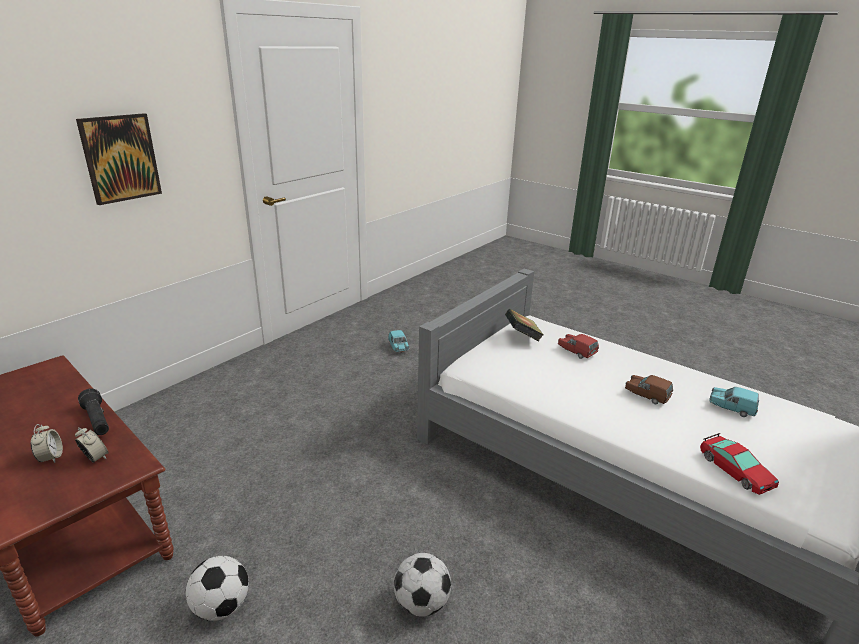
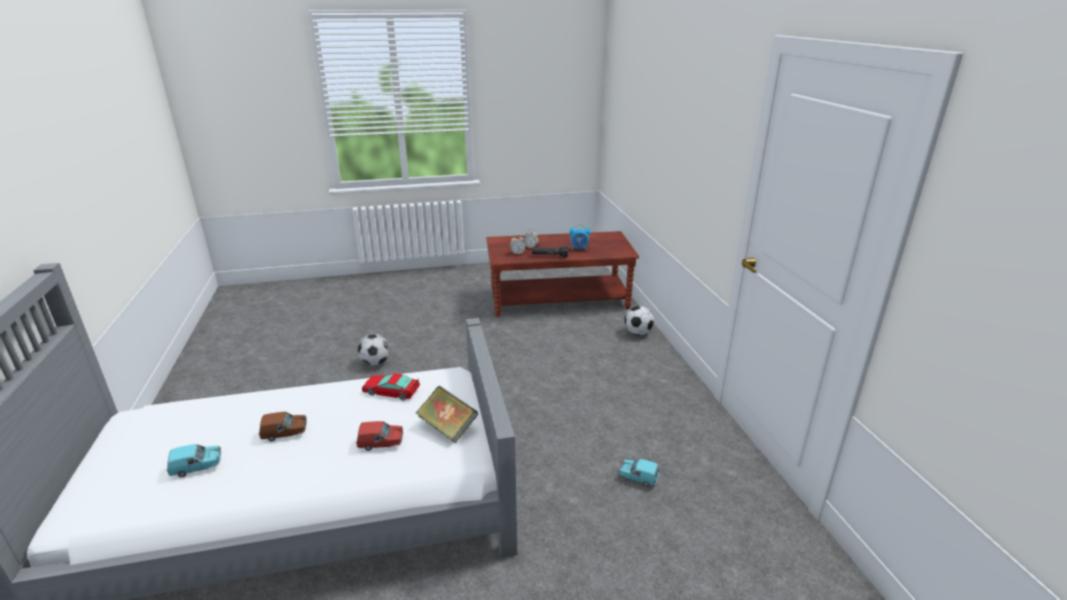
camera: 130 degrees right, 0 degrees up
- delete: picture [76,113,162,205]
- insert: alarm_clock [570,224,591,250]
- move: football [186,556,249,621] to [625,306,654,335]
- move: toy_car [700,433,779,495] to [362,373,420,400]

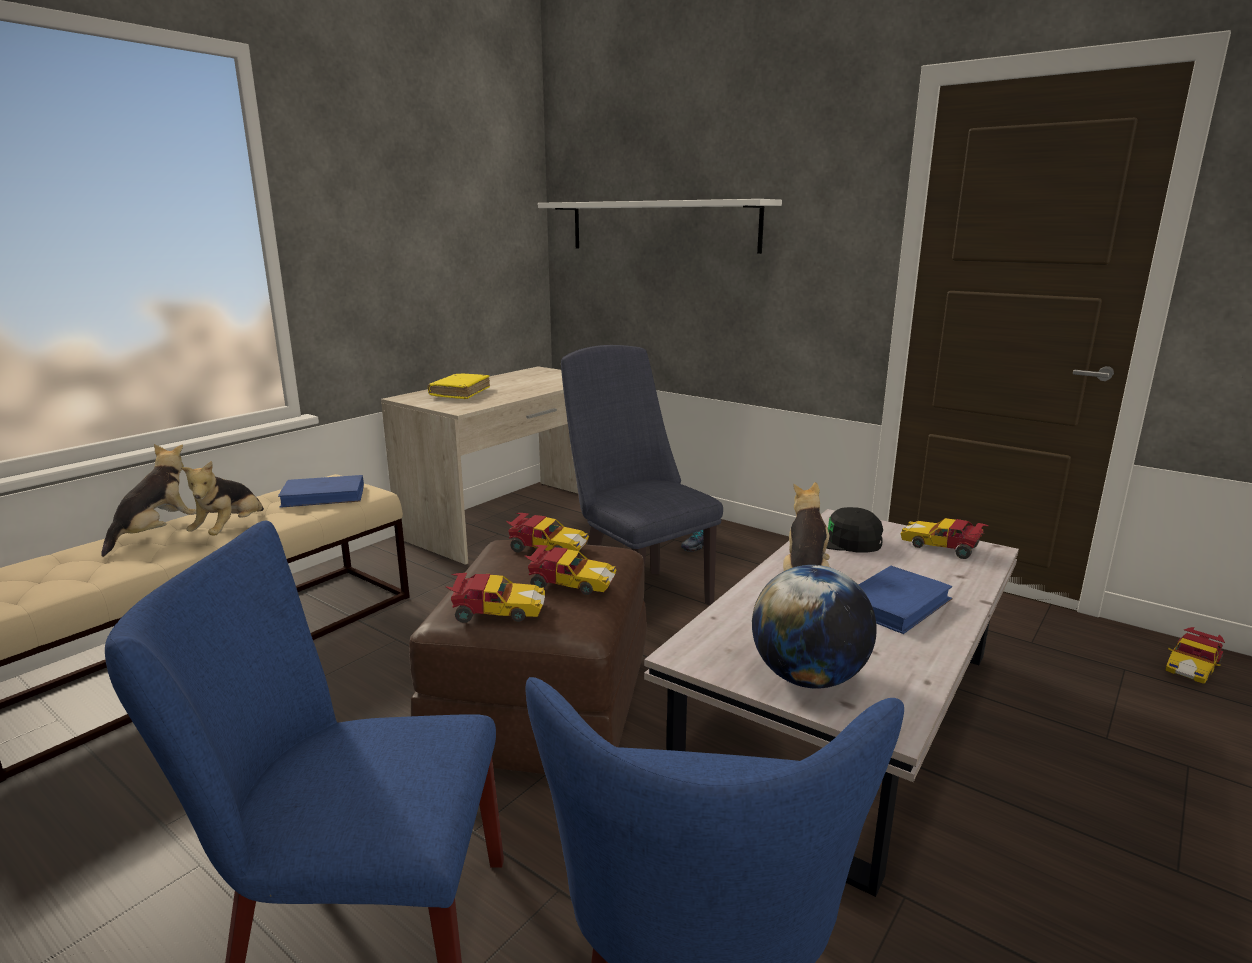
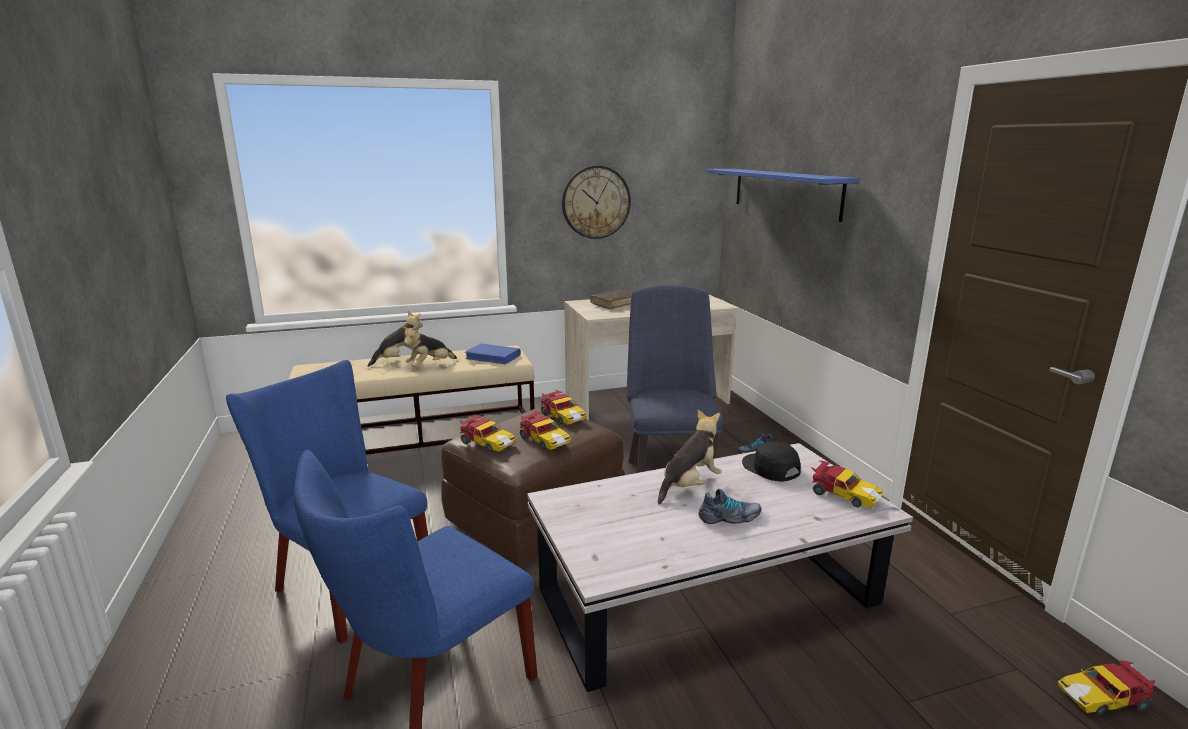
camera: 35 degrees right, 0 degrees up
- delete: globe [752,565,877,689]
- insert: wall_clock [562,165,631,239]
- replace: blue_book [859,566,953,634] to shoe [698,489,761,524]
- recolor: yellow_book [428,374,490,399] to brown_book [590,290,632,309]
- recolor: white_shelf [538,199,782,254] to blue_shelf [707,169,858,222]
- rotate: toy_car [900,518,988,559] = [811,460,883,508] 150 degrees clockwise

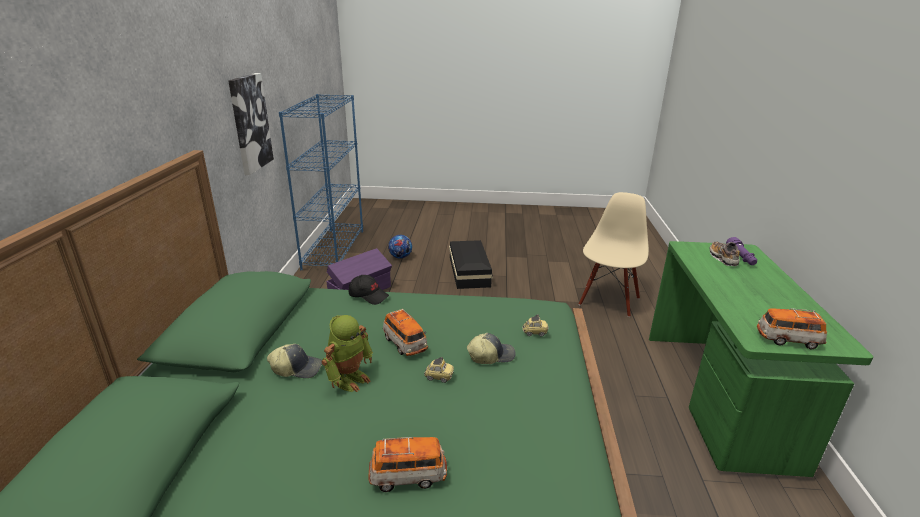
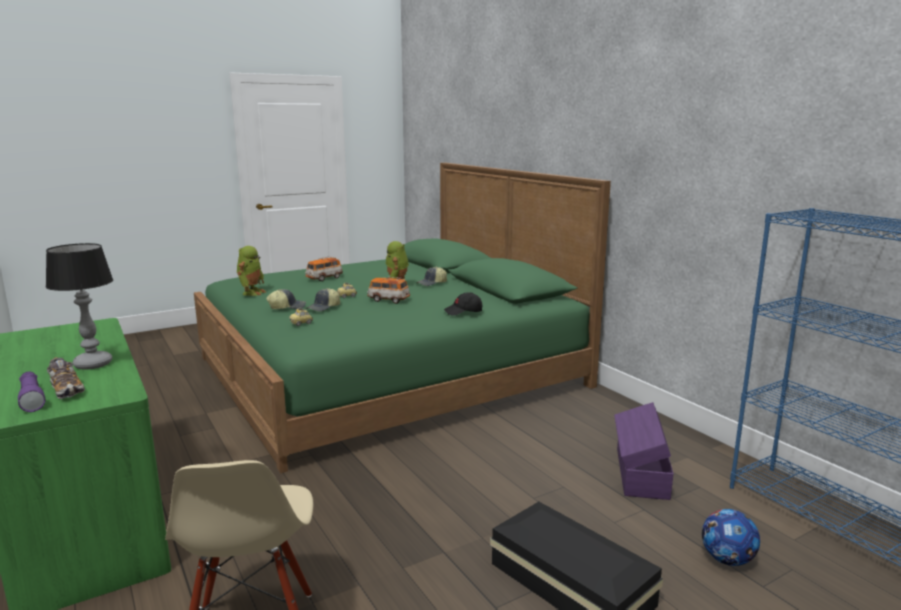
camera: 145 degrees right, 10 degrees down
- delete: picture [228,73,274,175]
- delete: toy_car [757,308,827,349]
- insert: table_lamp [45,243,113,370]
- insert: toy_robot [237,246,266,296]
- insert: cap [266,289,306,309]

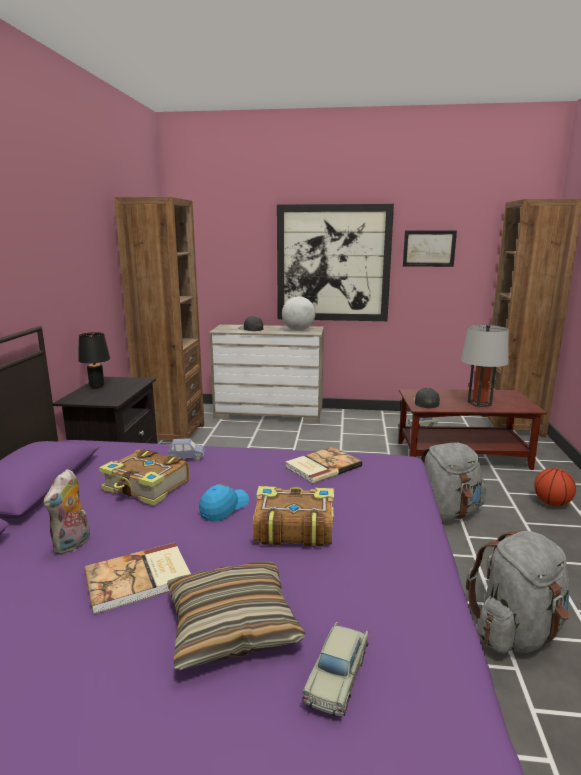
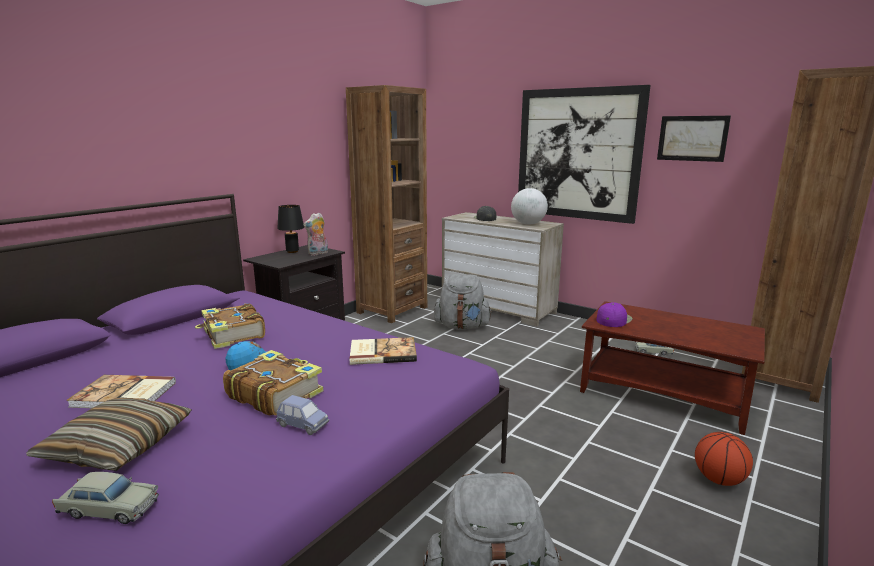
camera: 30 degrees right, 0 degrees up
- delete: grey_table_lamp [461,324,509,407]
- move: plush_toy [43,469,90,555] to [303,212,328,255]
- move: blue_toy_car [168,438,205,461] to [276,395,329,435]
- move: grey_backpack [421,442,486,521] to [434,274,492,330]
- recolor: black_cap [414,388,440,408] to purple_cap [596,302,632,327]
- rotate: beige_toy_car [302,622,368,716] = [52,472,159,524] 135 degrees counterclockwise

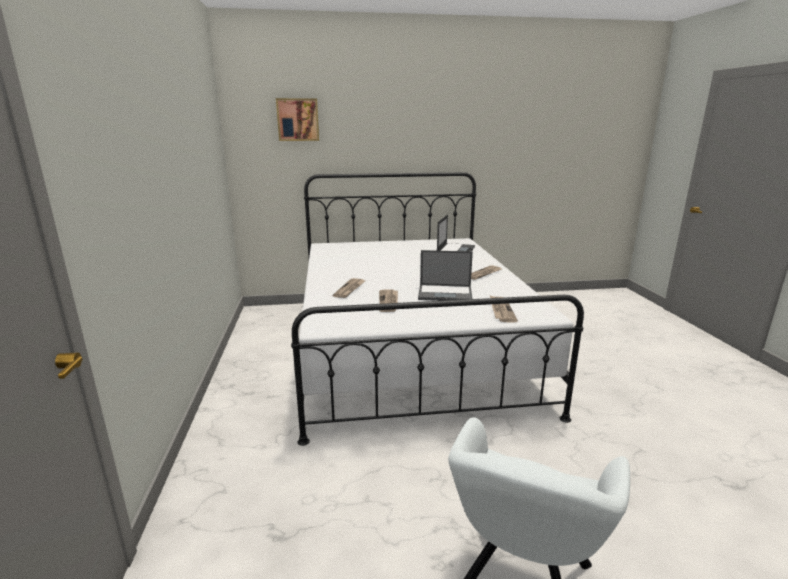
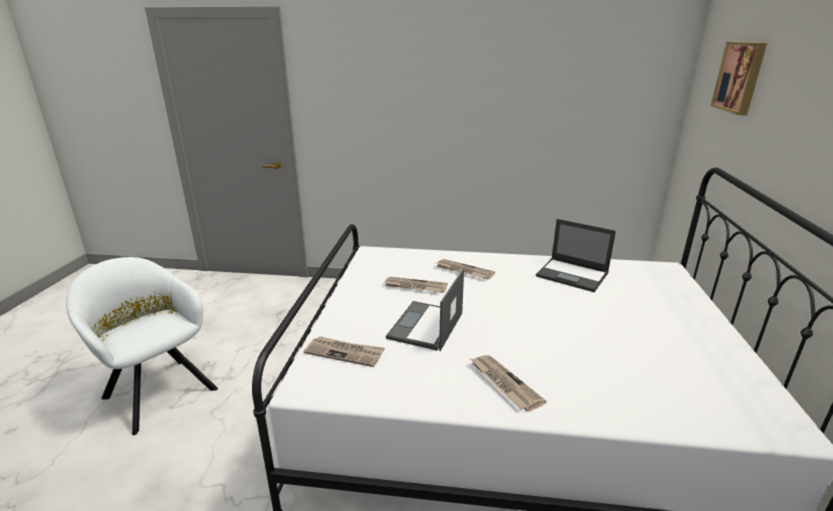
camera: 105 degrees right, 5 degrees up
- move: laptop [437,215,475,252] to [536,219,616,292]

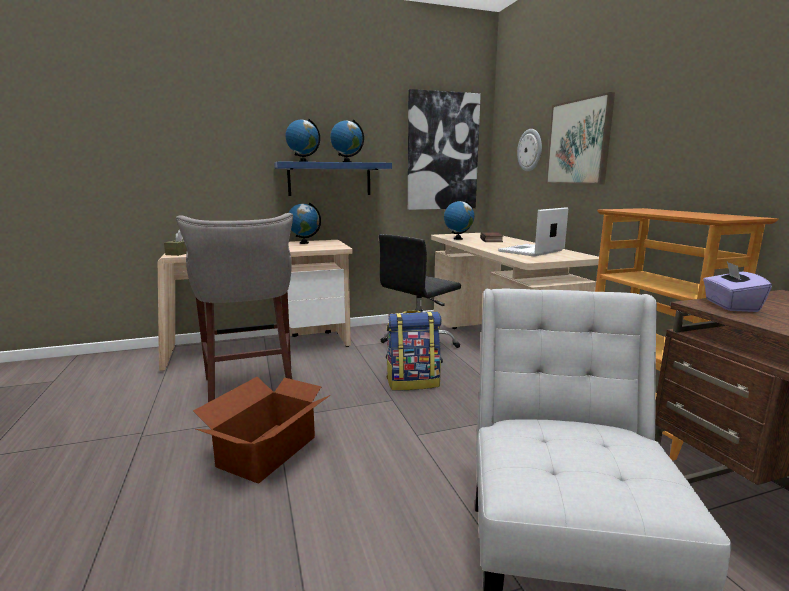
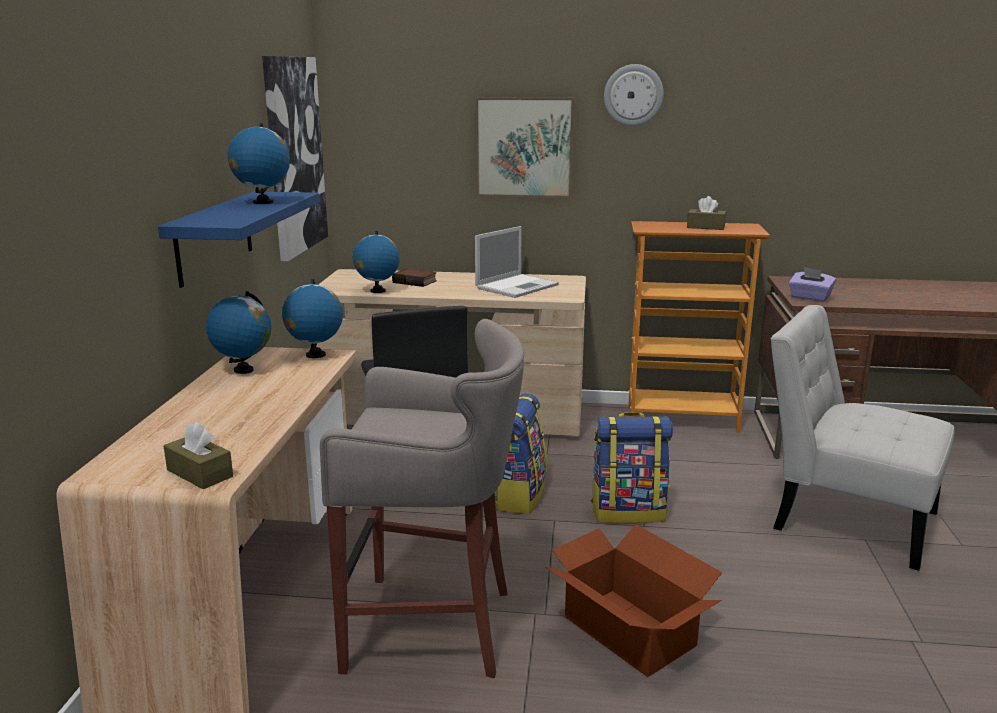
camera: 65 degrees left, 5 degrees up
- insert: backpack [591,412,673,523]
- insert: brown_tissue_box [687,196,726,230]
- move: globe [286,119,320,162] to [282,279,343,358]
- move: wall_clock [517,129,542,171] to [604,64,664,126]
- rotate: laptop [498,207,568,256] = [475,226,559,298] 120 degrees counterclockwise

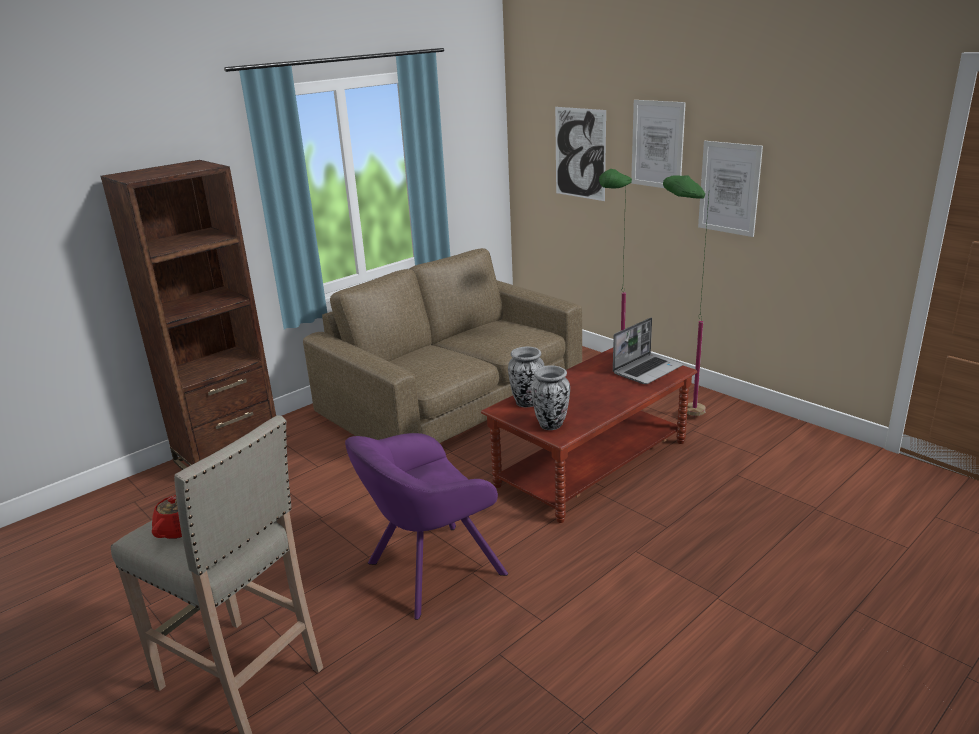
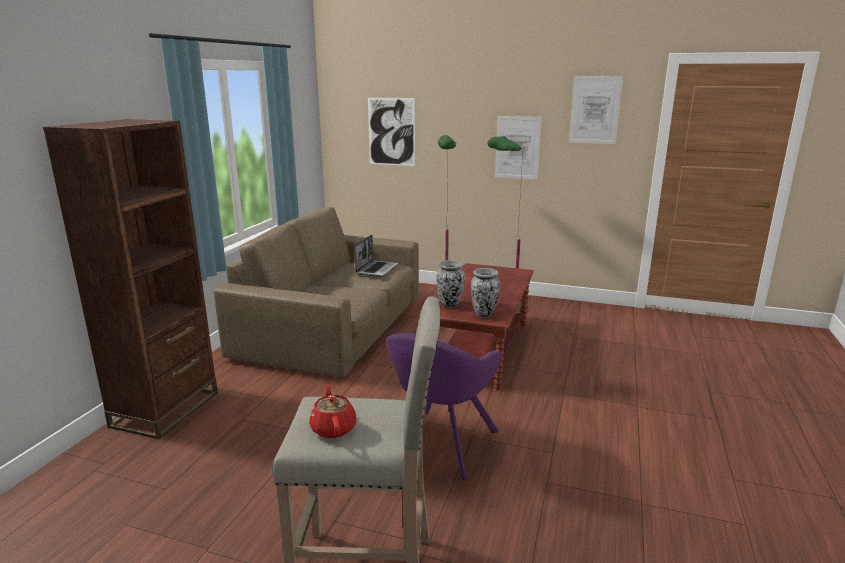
camera: 30 degrees left, 5 degrees down
- move: laptop [613,318,683,384] to [354,235,398,277]
- move: picture [631,100,686,188] to [569,76,623,144]

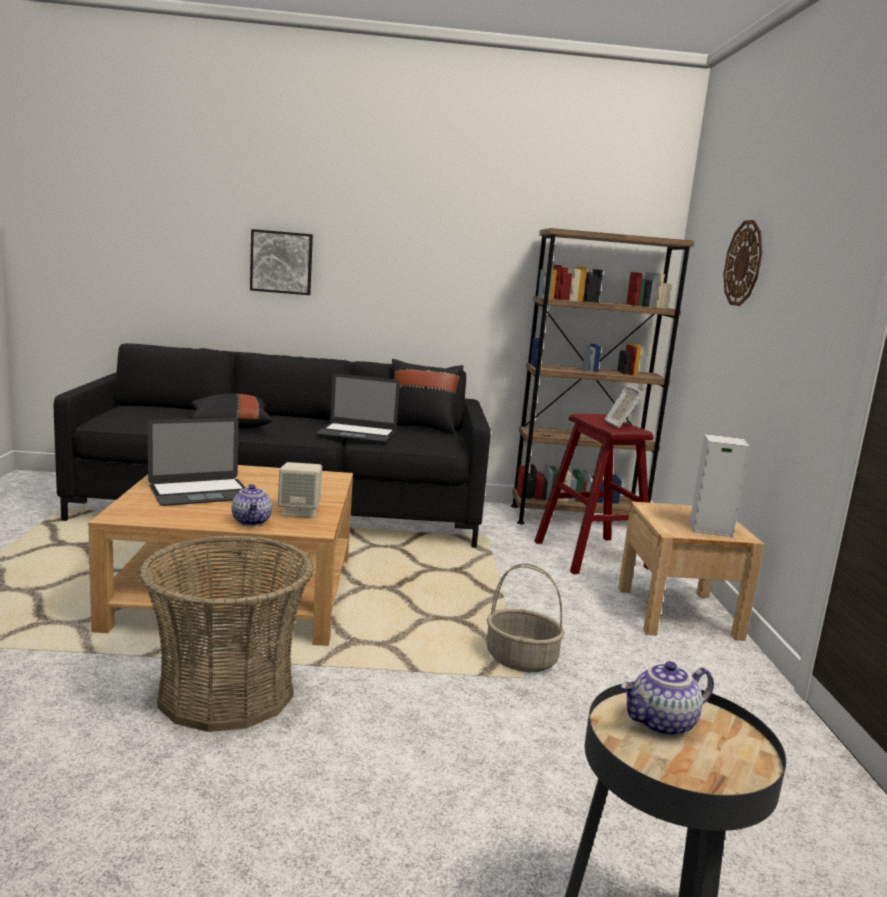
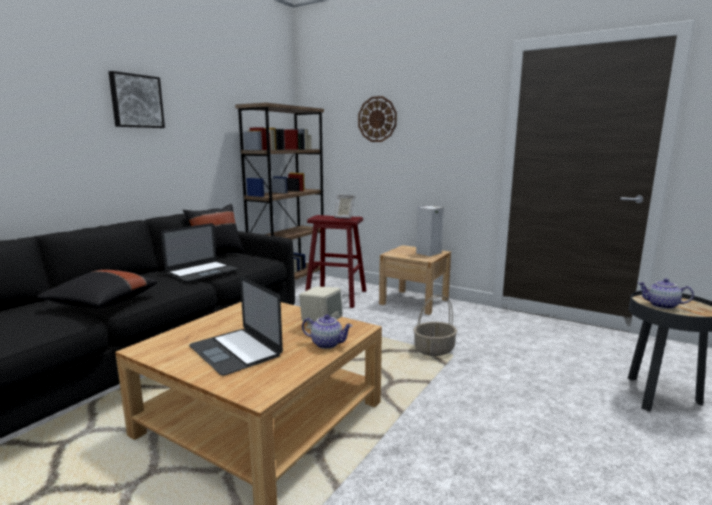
camera: 55 degrees left, 0 degrees up
- delete: basket [139,535,314,732]
- move: picture [250,229,313,295] to [108,71,165,128]
- rotate: laptop [148,417,246,506] = [189,276,283,376] 135 degrees clockwise
- rotate: teapot [621,661,714,737] = [638,279,694,309] 105 degrees clockwise

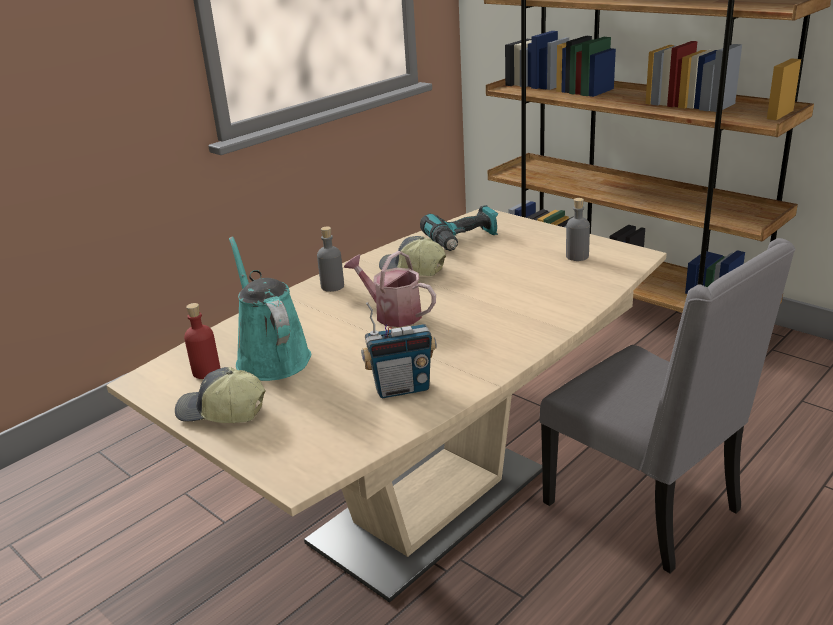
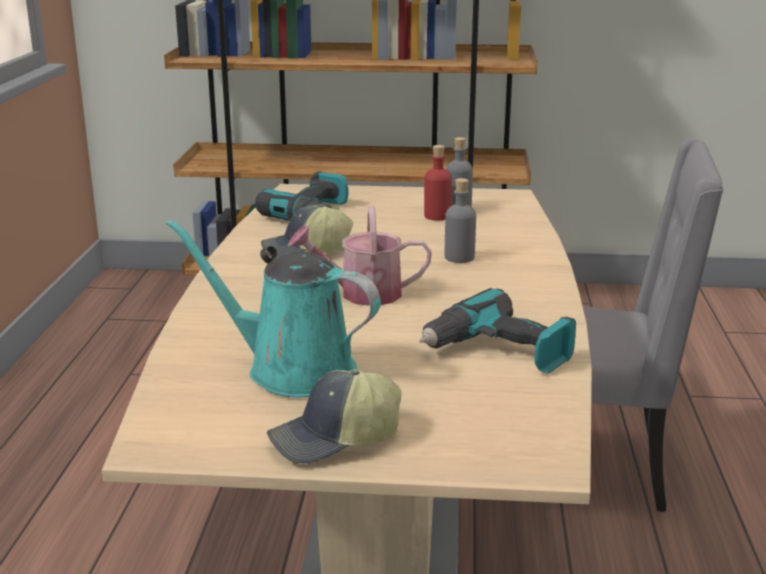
camera: 40 degrees left, 5 degrees down
- move: red_bottle [184,303,220,379] to [424,145,452,221]
- move: grey_bottle [317,227,344,292] to [445,178,476,263]
- replace: radio [361,302,437,398] to power_drill [419,288,576,374]

